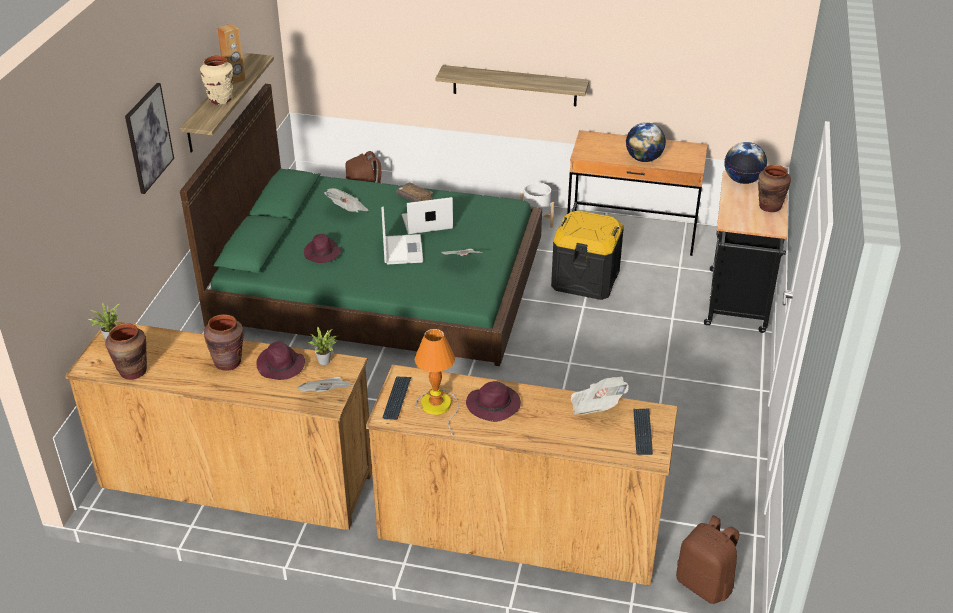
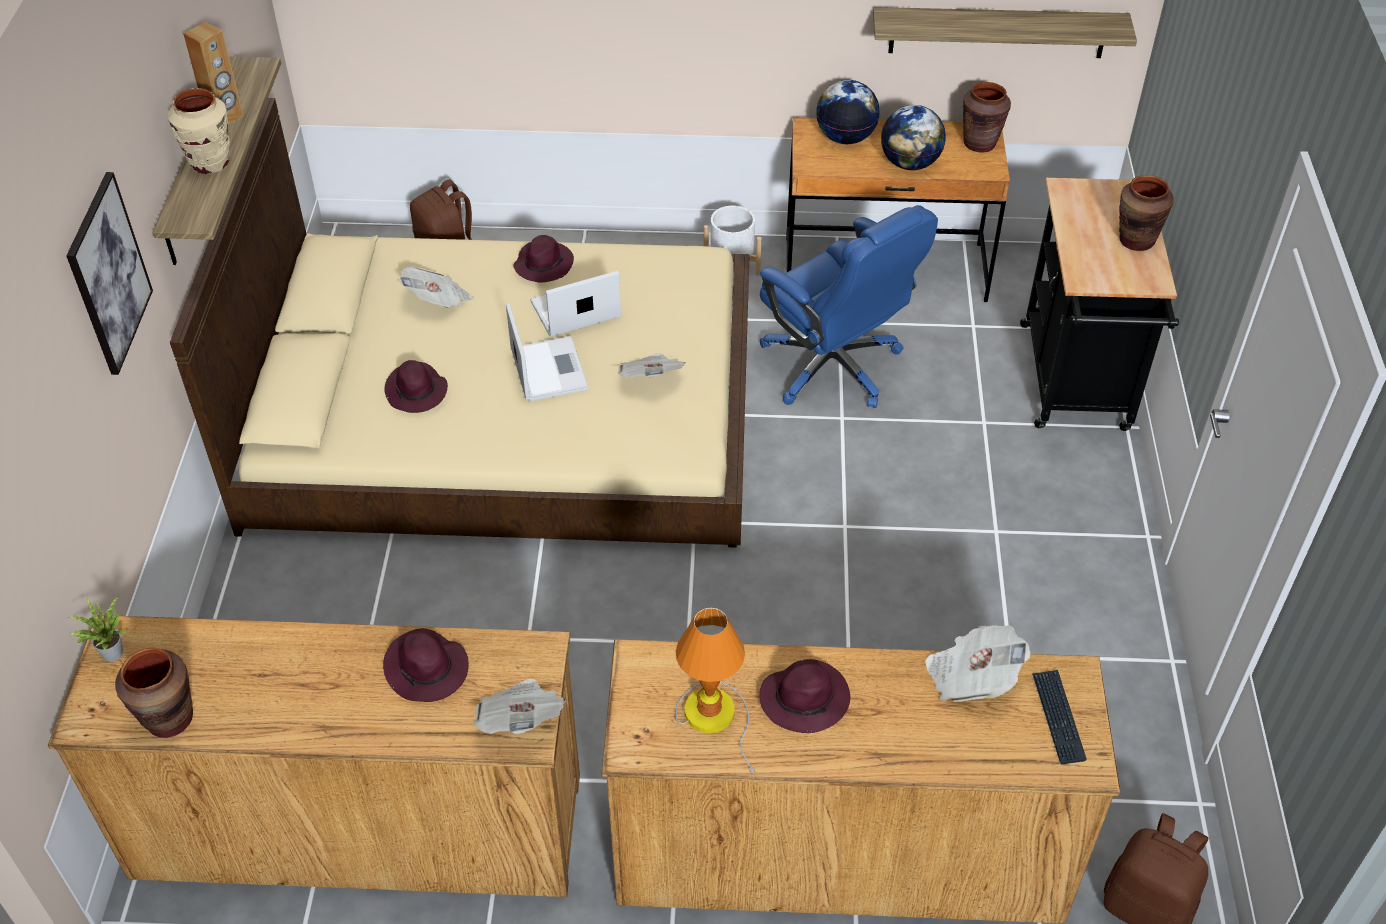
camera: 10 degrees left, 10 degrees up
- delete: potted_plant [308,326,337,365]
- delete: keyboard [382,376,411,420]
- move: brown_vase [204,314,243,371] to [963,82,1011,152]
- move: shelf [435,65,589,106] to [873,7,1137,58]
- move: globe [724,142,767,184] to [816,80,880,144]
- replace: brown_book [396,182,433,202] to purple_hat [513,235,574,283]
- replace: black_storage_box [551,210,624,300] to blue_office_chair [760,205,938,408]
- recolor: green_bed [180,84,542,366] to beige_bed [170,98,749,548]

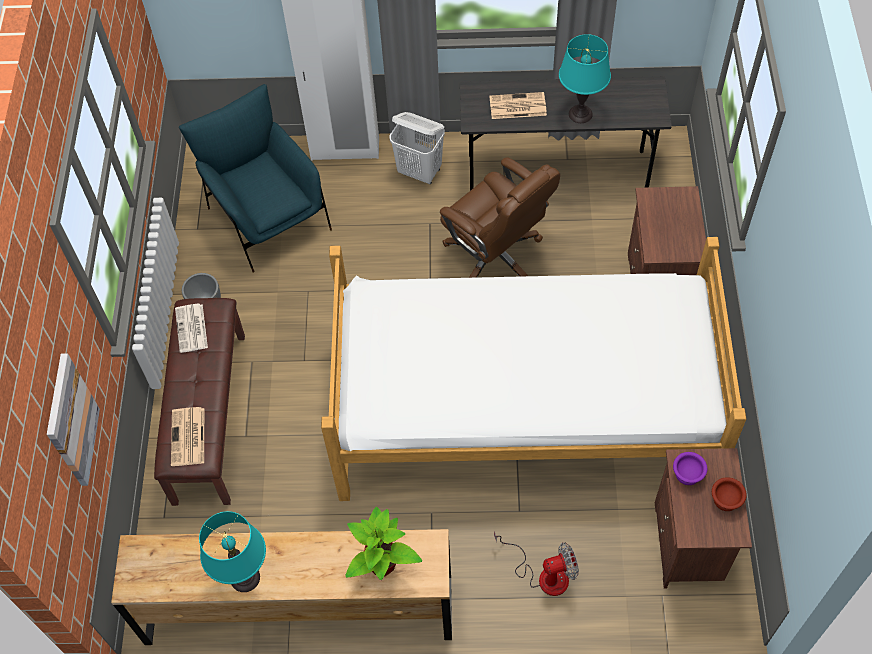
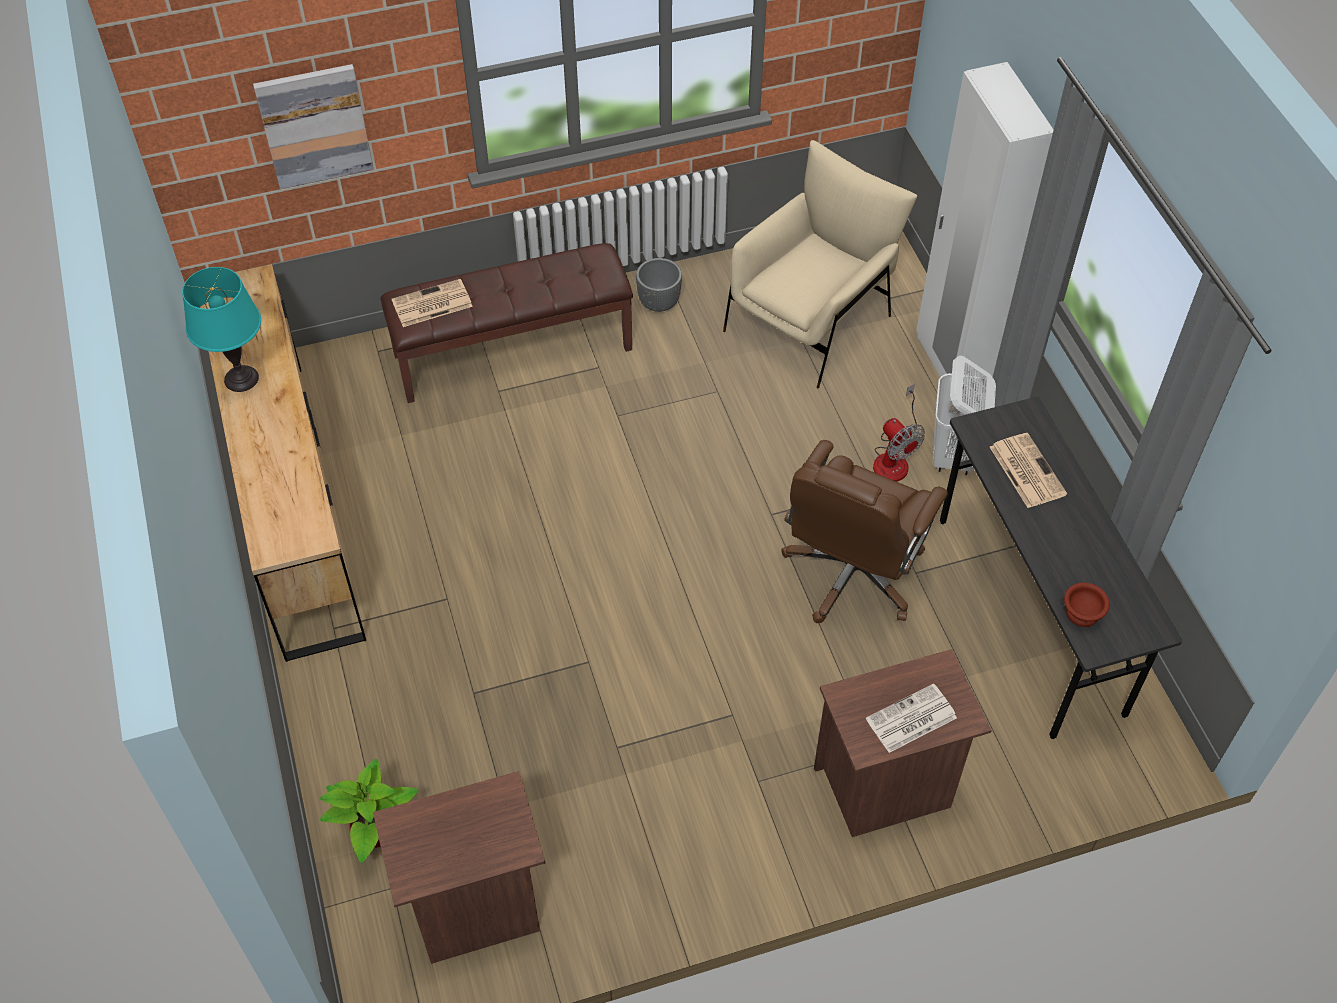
camera: 70 degrees right, 5 degrees down
- delete: bed [321,237,746,501]
- delete: turquoise_table_lamp [559,34,611,123]
- delete: purple_bowl [673,452,707,485]
- move: newspaper [175,304,208,353] to [866,684,957,753]
- move: potted_plant [346,507,422,580] to [320,759,418,863]
- move: fan [494,531,579,596] to [873,384,925,482]
- move: brown_bowl [712,477,747,511] to [1064,583,1110,627]
- recolor: blue_armchair [179,84,332,273] to beige_armchair [723,140,917,388]

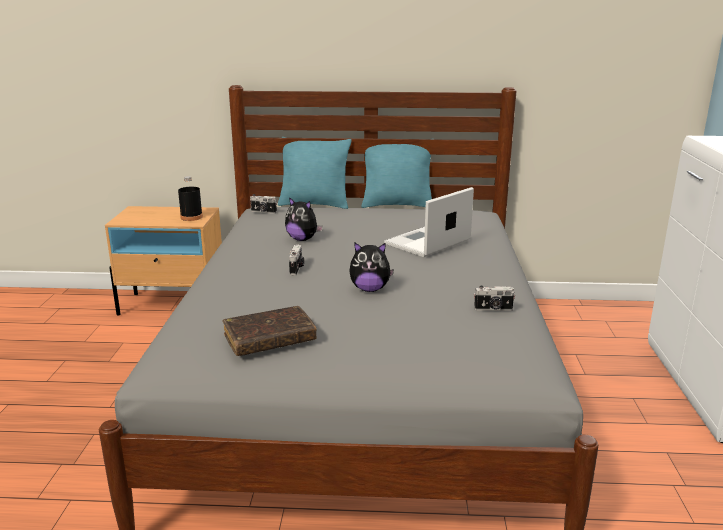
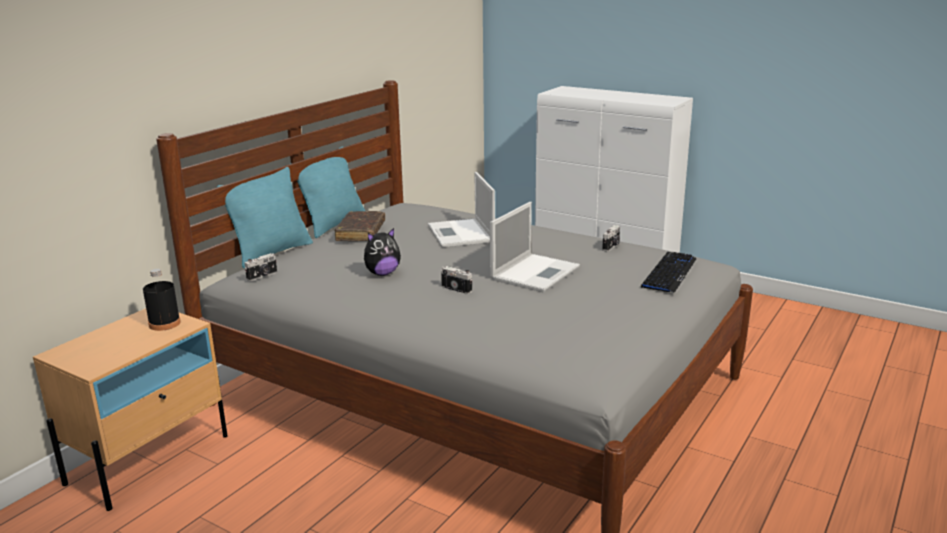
camera: 60 degrees left, 0 degrees up
- insert: keyboard [641,252,697,293]
- move: brown_book [222,306,317,356] to [334,211,385,241]
- replace: plush_toy [349,242,394,292] to laptop [490,202,580,292]

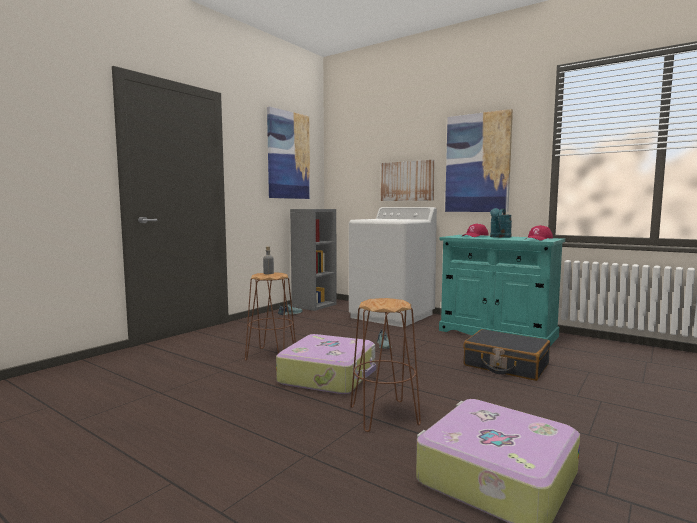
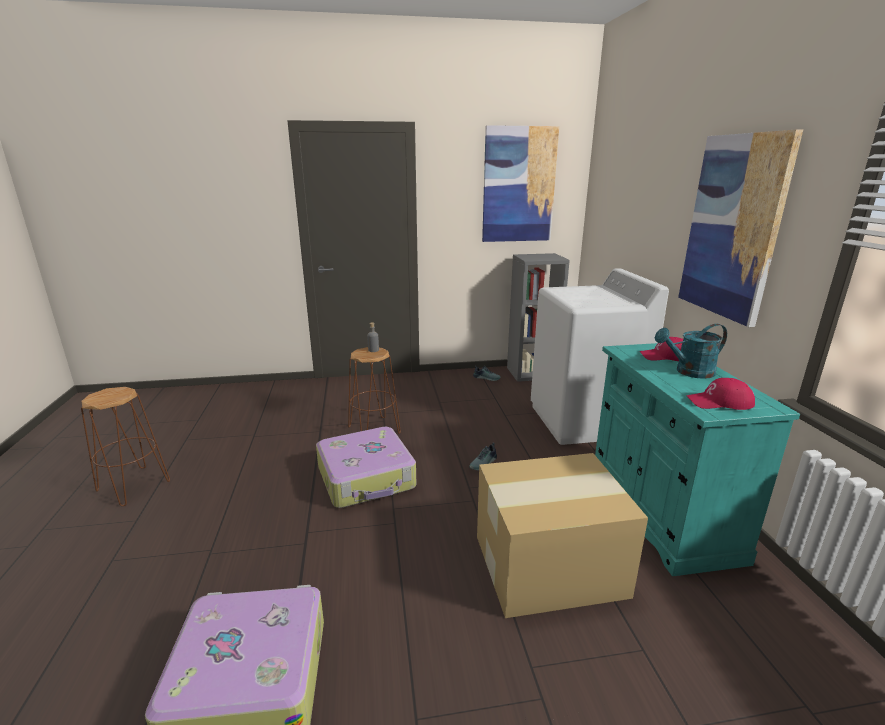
camera: 45 degrees right, 15 degrees up
- delete: picture [381,160,435,201]
- move: brown_stool [350,298,421,432] to [81,387,170,506]
- replace: black_suitcase [463,329,550,381] to cardboard_box [477,453,648,618]

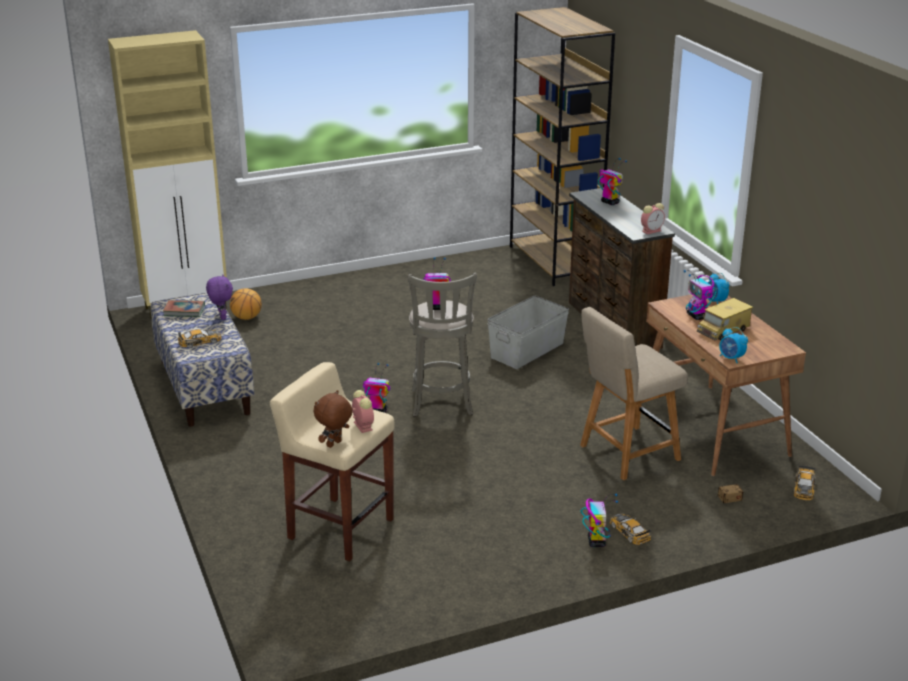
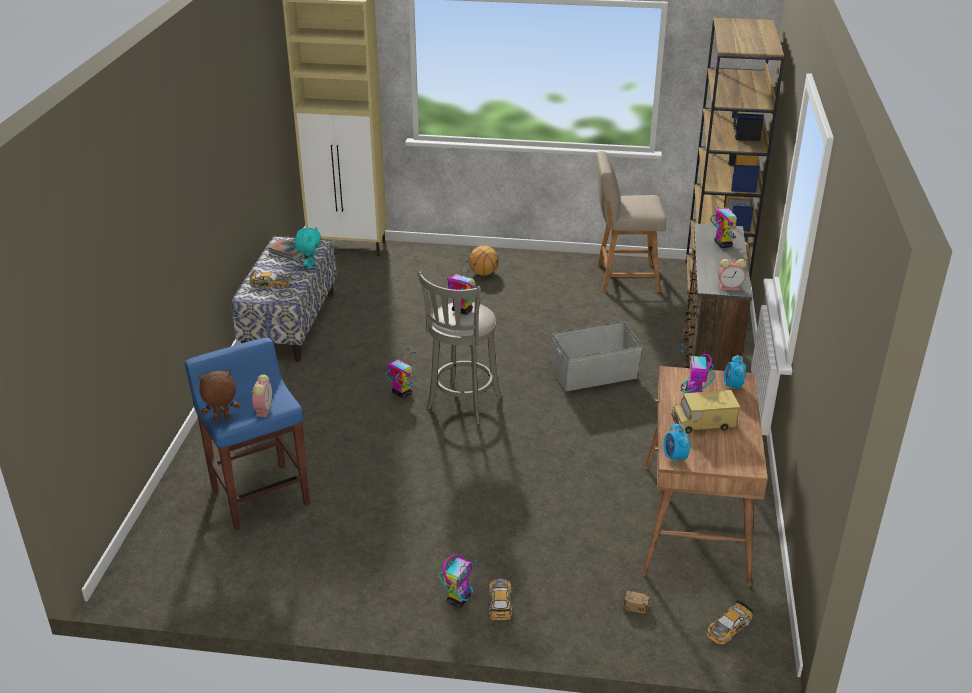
camera: 30 degrees right, 5 degrees up
- move: basketball [230,288,262,320] to [469,246,499,276]
- move: beige_chair [580,307,688,480] to [597,151,667,292]
- recolor: purple_plush_toy [206,274,233,320] to turquoise_plush_toy [295,227,321,269]
- recolor: beige_stool [270,362,395,562] to blue_stool [185,338,310,530]

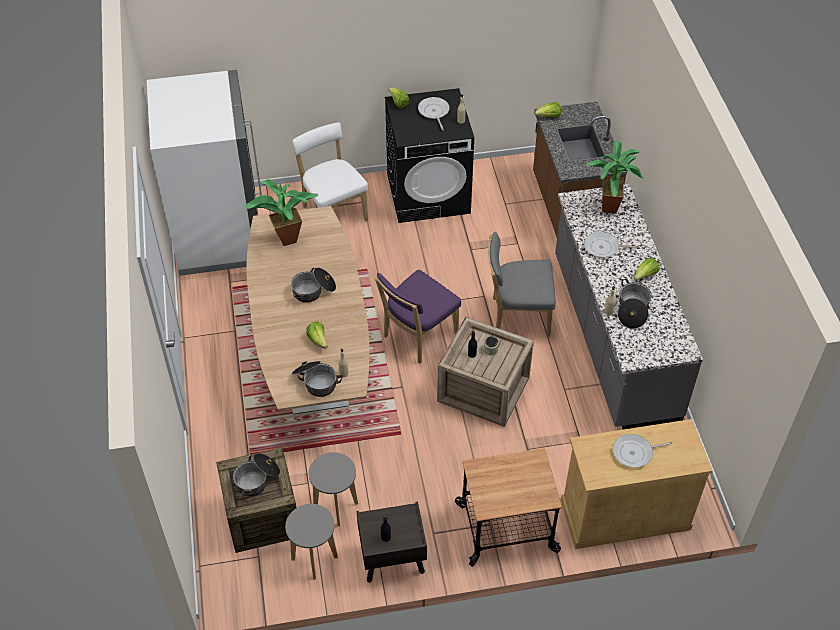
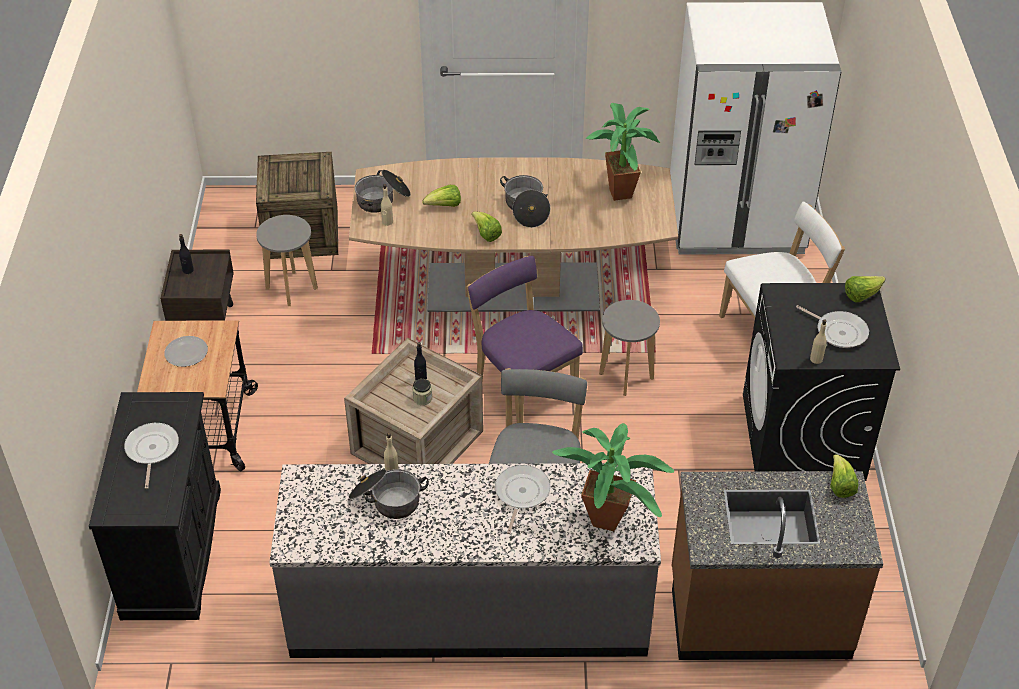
camera: 100 degrees right, 5 degrees down
- delete: cooking_pot [233,453,280,496]
- insert: plate [164,336,208,367]
- move: grey_stool [285,504,338,579] to [599,300,660,396]
- move: lettuce [634,258,660,281] to [472,212,502,242]
- recolor: beige_cabinet [561,419,713,549] to black_cabinet [89,392,221,620]
- rotate: frying_pan [418,97,450,131] = [796,305,869,348] 45 degrees clockwise

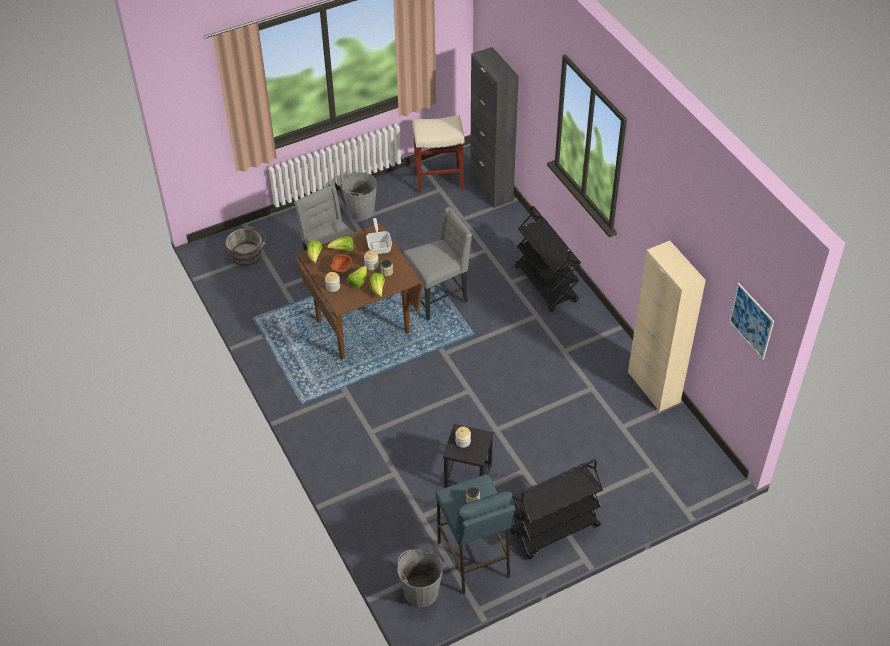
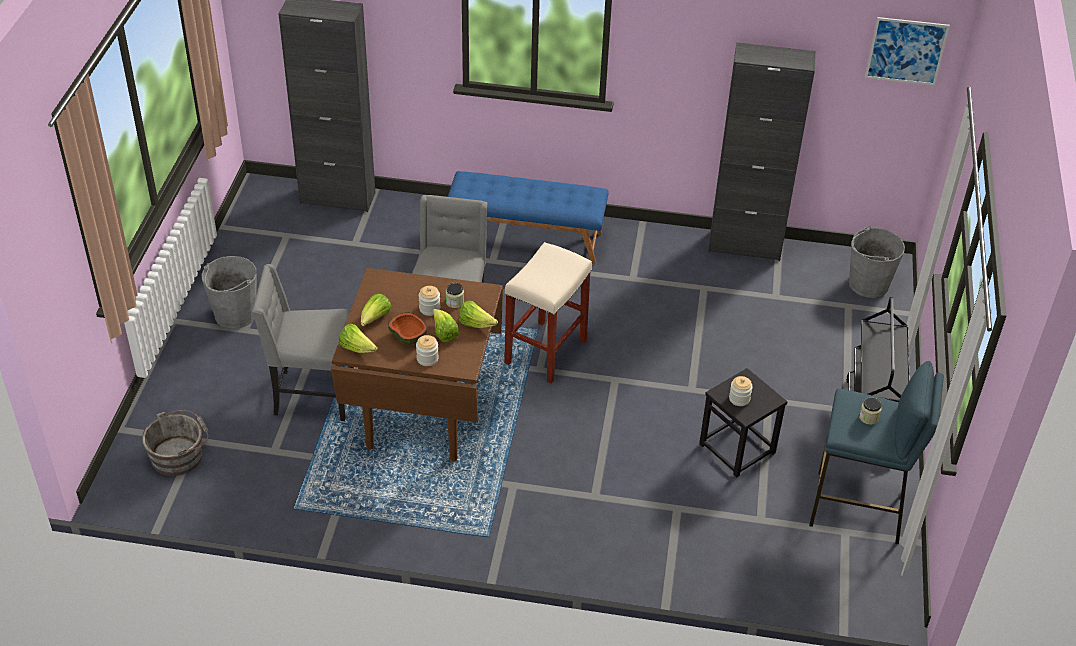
camera: 55 degrees left, 5 degrees down
- delete: frying_pan [366,218,392,254]
- move: grey_bucket [397,548,443,607] to [849,226,905,298]
- move: beige_stool [412,115,464,193] to [504,242,592,384]
- replace: black_cart [515,206,581,312] to blue_bench [448,171,609,264]
- recolor: beige_cabinet [628,241,706,412] to black_cabinet [708,42,816,261]

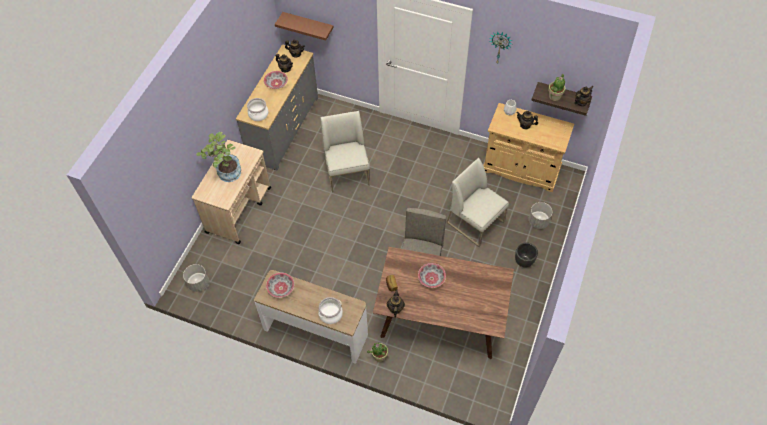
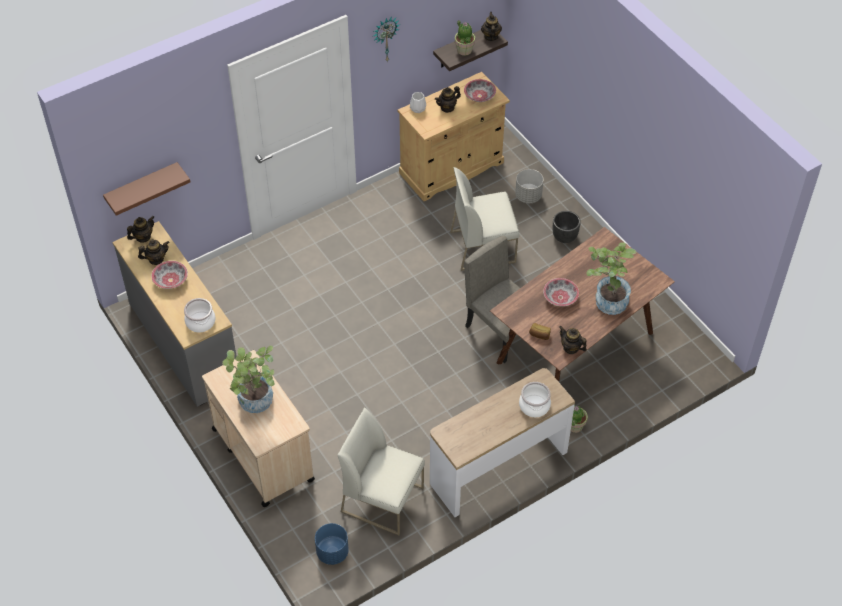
camera: 55 degrees left, 5 degrees down
- insert: potted_plant [587,242,637,315]
- move: bowl [266,273,294,298] to [464,79,496,102]
- move: white_chair [321,111,370,192] to [338,408,425,535]
- recolor: grey_planter [183,264,209,292] to blue_planter [315,523,349,565]

